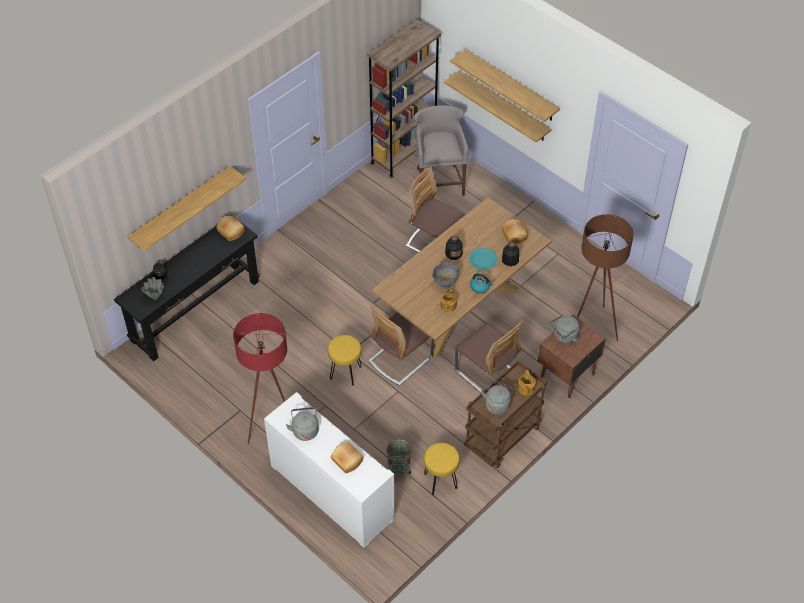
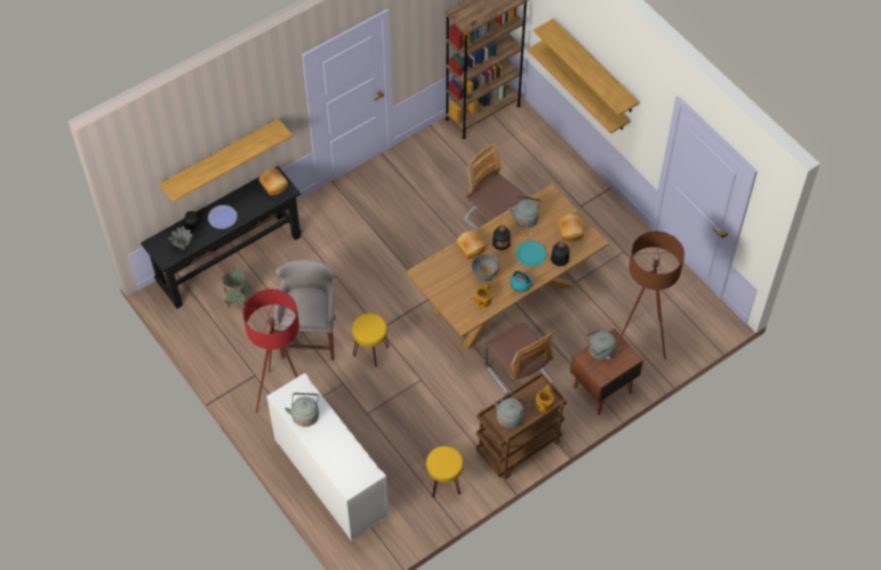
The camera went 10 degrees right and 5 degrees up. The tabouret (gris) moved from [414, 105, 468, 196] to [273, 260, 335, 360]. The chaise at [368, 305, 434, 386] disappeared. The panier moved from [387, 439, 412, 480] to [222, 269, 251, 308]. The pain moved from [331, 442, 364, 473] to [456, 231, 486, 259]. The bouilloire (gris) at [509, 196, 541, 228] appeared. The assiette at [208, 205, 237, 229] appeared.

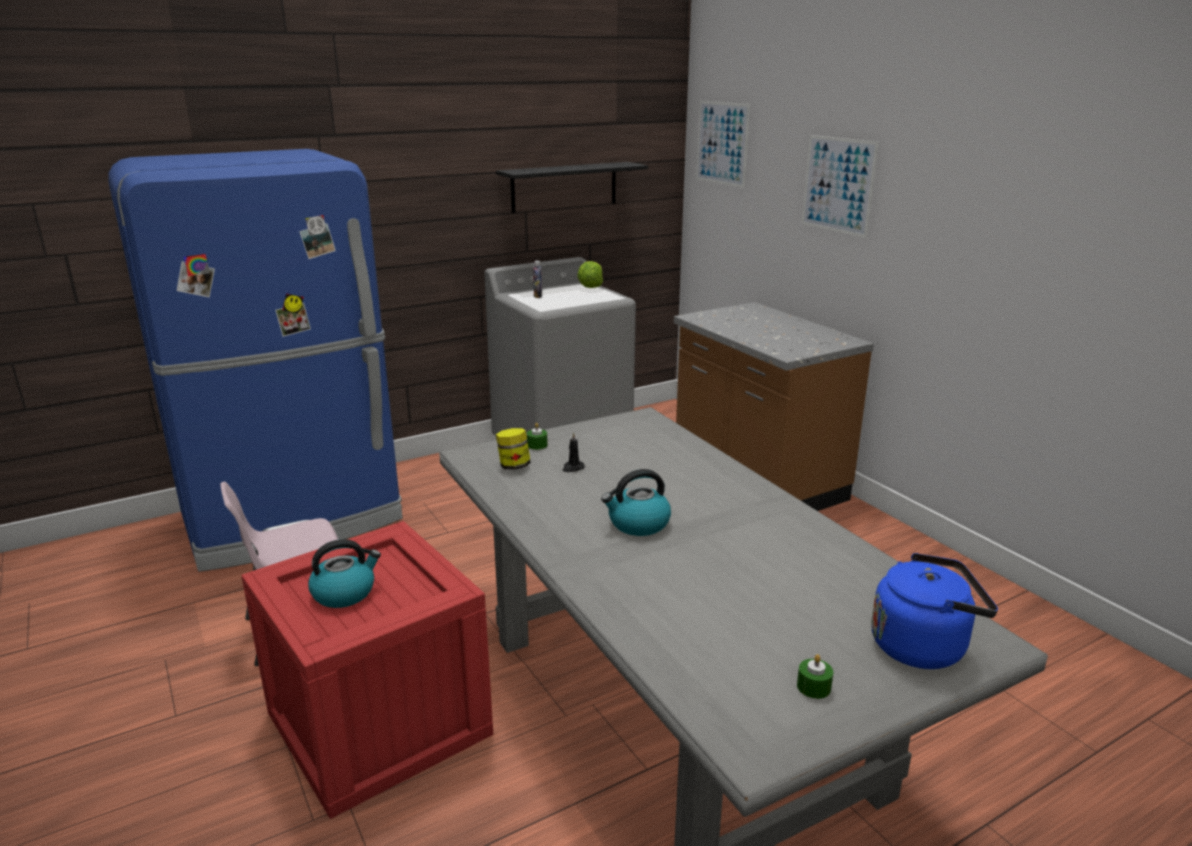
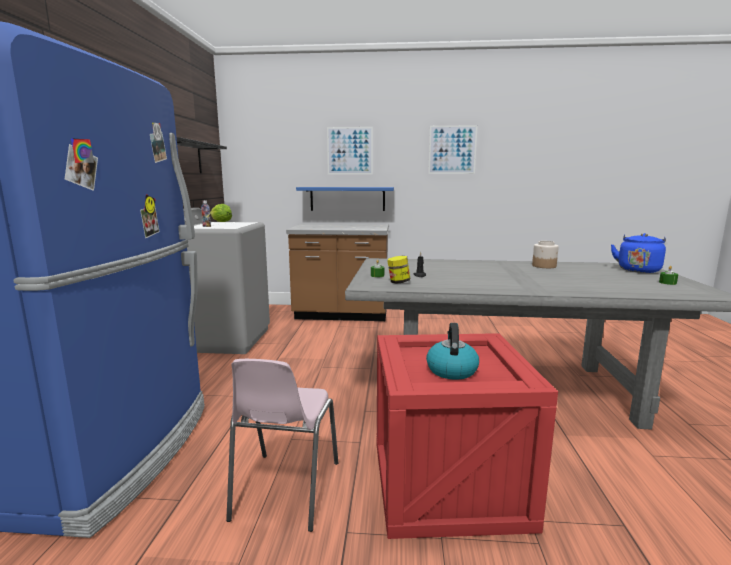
The camera went 55 degrees left and 10 degrees down. The tableau moved from [696, 101, 750, 188] to [428, 125, 478, 174]. The bouilloire at [601, 469, 671, 536] disappeared. The étagère (bleu) at [296, 187, 394, 211] appeared. The bocal at [532, 241, 559, 268] appeared.

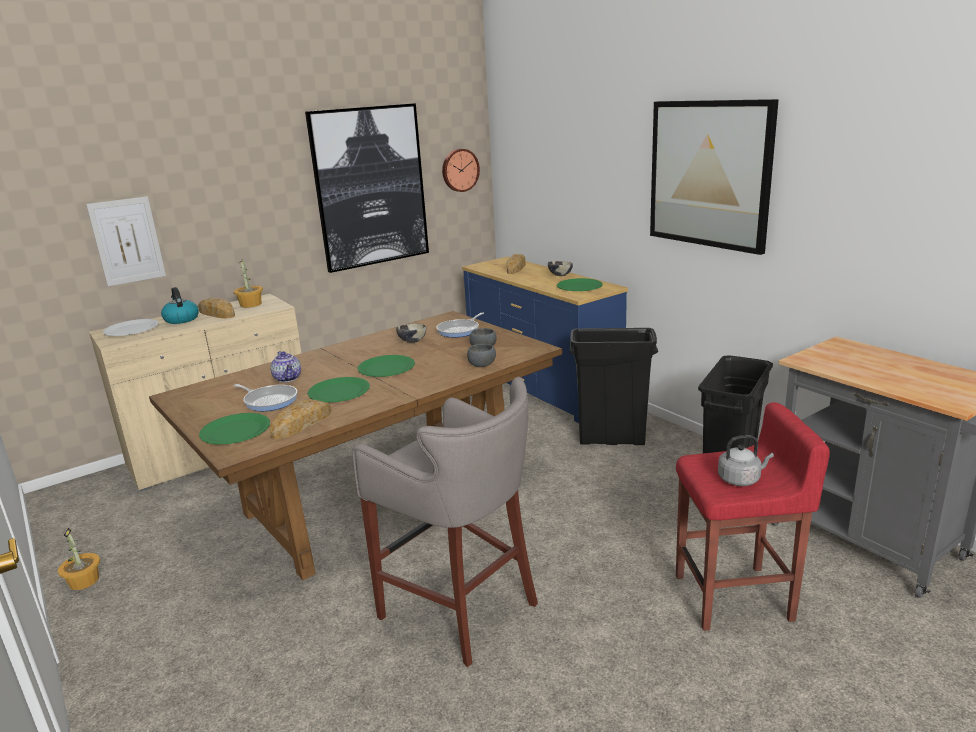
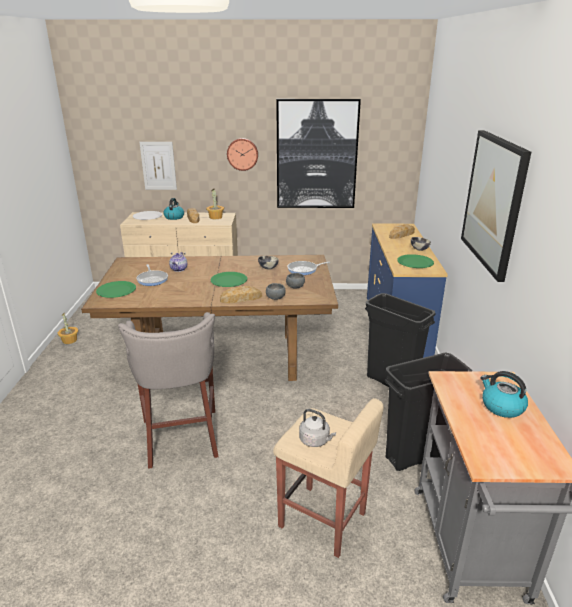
The camera went 35 degrees right and 5 degrees up. The horloge murale moved from [442, 149, 480, 192] to [227, 138, 258, 171]. The assiette (vert) at [308, 377, 370, 402] disappeared. The pain moved from [270, 399, 332, 440] to [220, 286, 262, 303]. The tabouret (rouge) at [676, 402, 830, 631] became the tabouret (beige) at [273, 398, 384, 558]. The bouilloire at [481, 371, 528, 418] appeared.

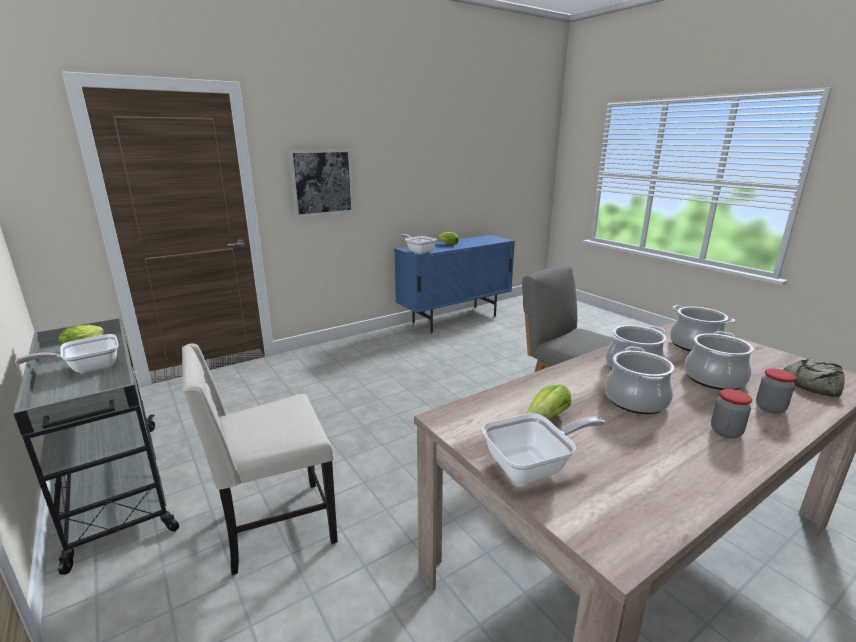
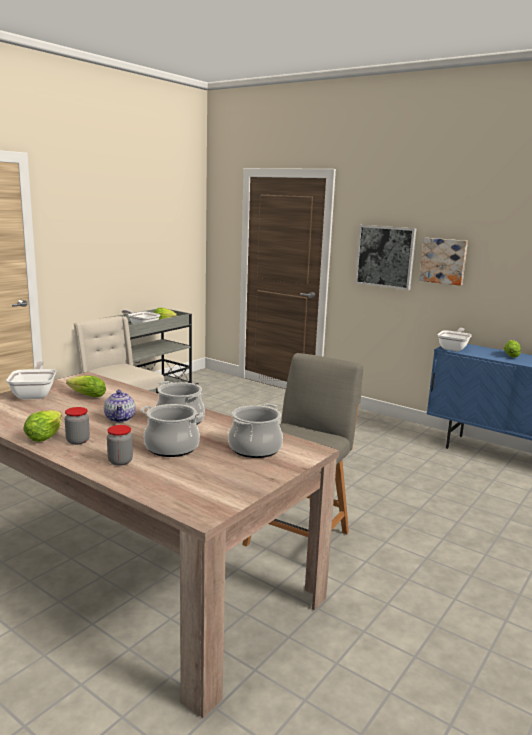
The camera went 70 degrees right and 5 degrees down. The marmite at [605, 347, 674, 414] was replaced by the théière at [104, 389, 136, 422]. The pain at [783, 358, 845, 397] disappeared. The poêle at [482, 413, 605, 484] turned 150 degrees counterclockwise. The tableau at [419, 238, 468, 286] appeared. The laitue at [24, 410, 62, 442] appeared.

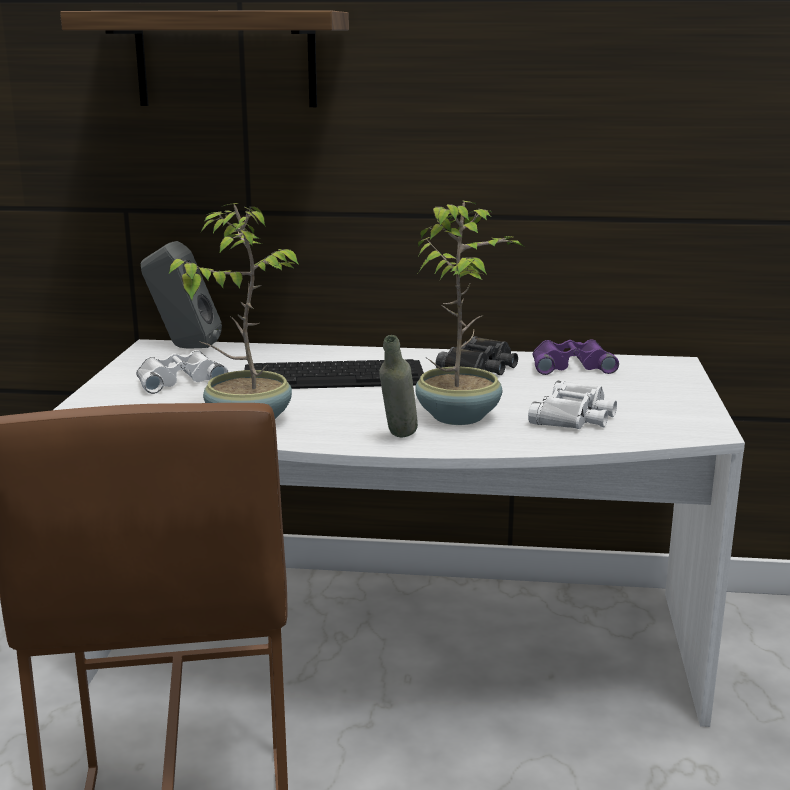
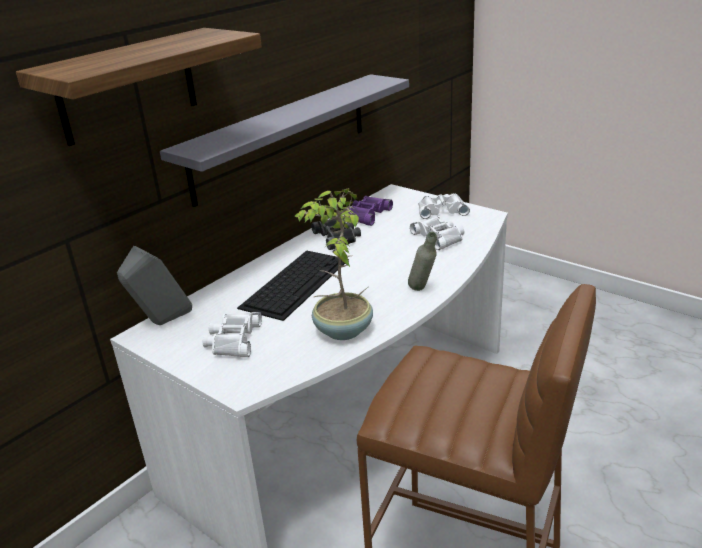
The camera went 55 degrees left and 10 degrees up. The plante en pot at [415, 200, 525, 425] disappeared. The étagère (gris) at [160, 74, 409, 207] appeared. The jumelles (blanc) at [418, 193, 470, 219] appeared.

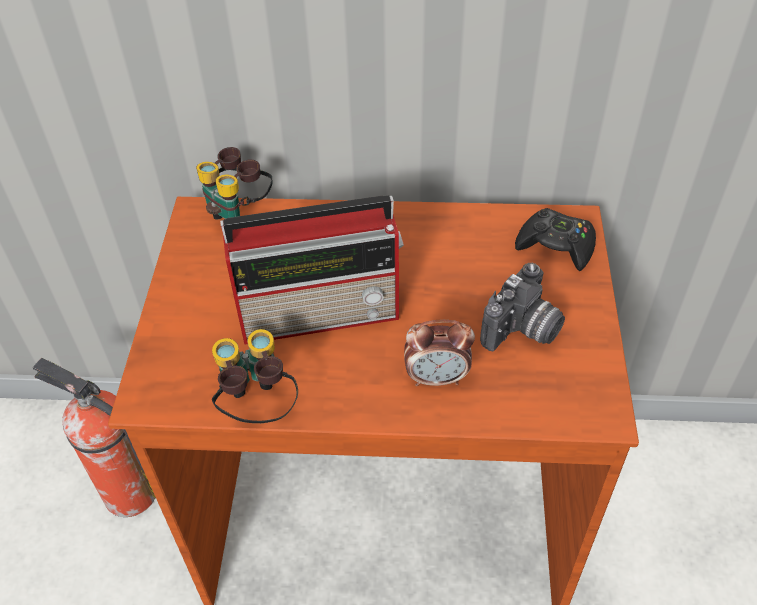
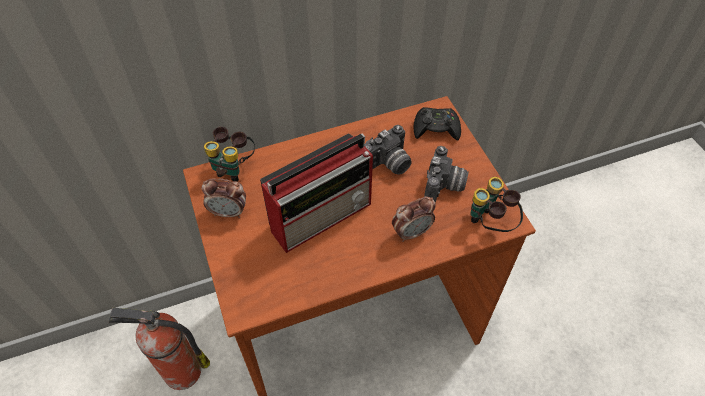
The camera went 25 degrees left and 5 degrees up. The jumelles moved from [212, 329, 298, 423] to [470, 177, 523, 232]. The appareil photo at [364, 125, 412, 175] appeared. The réveil at [202, 178, 246, 218] appeared.

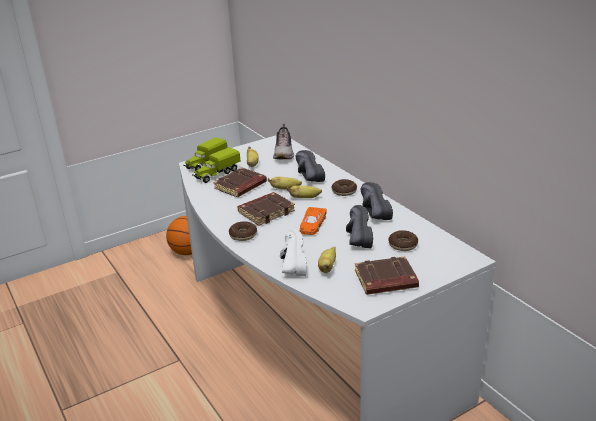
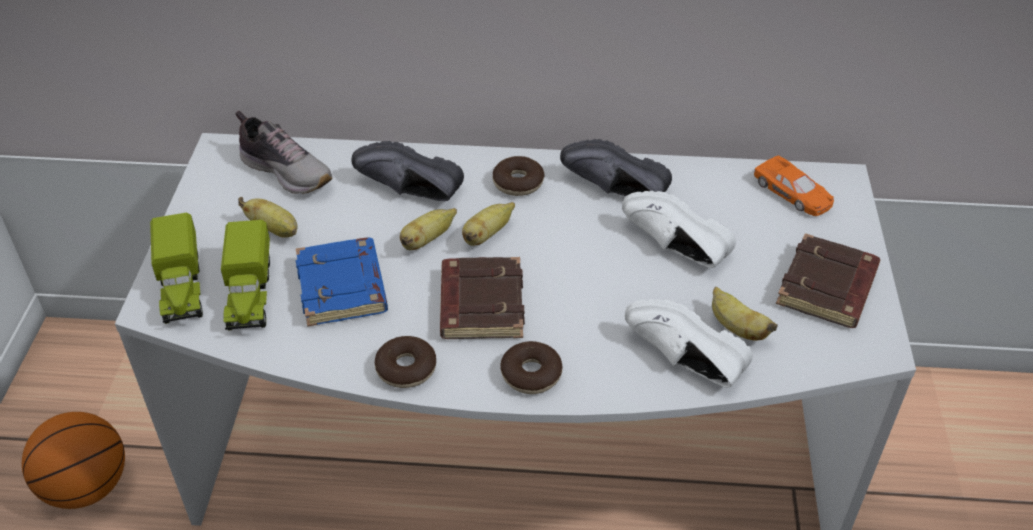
The camera went 55 degrees left and 15 degrees up. The livre (marron) at [213, 167, 267, 197] became the livre (bleu) at [296, 238, 388, 327]. The chaussure (noir) at [346, 205, 373, 248] became the chaussure (blanc) at [622, 191, 736, 268]. The petite voiture (orange) moved from [300, 207, 327, 235] to [754, 155, 834, 216]. The beignet moved from [388, 230, 418, 251] to [375, 336, 436, 388].

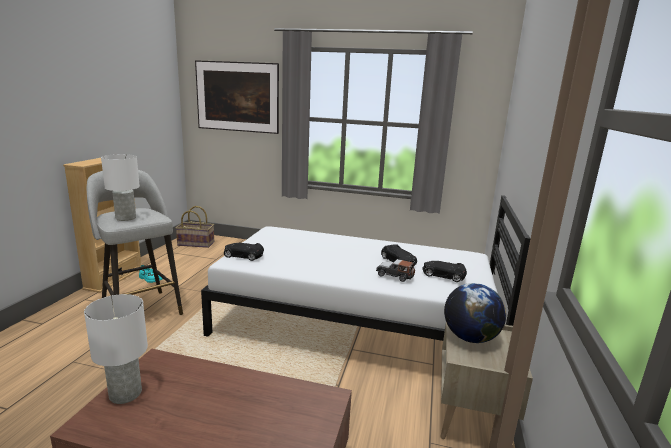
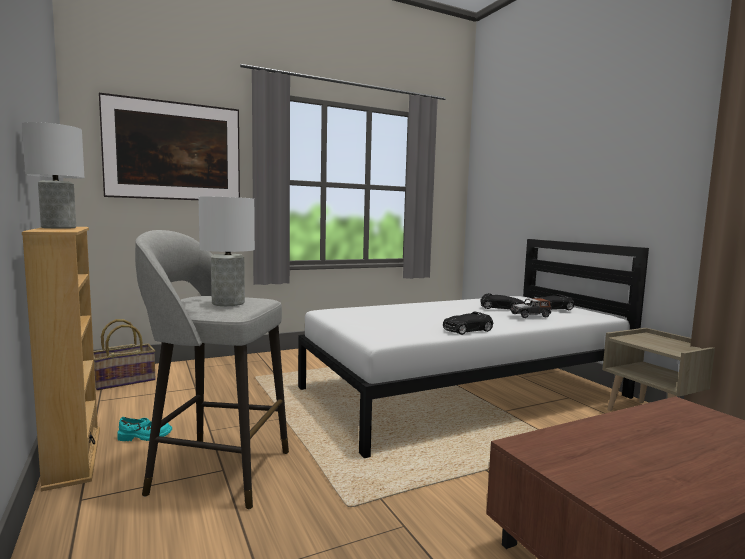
The camera went 40 degrees left and 10 degrees down. The petite voiture (noir) moved from [224, 243, 264, 261] to [443, 312, 493, 335]. The globe at [444, 283, 506, 343] disappeared. The lampe de table (blanc) moved from [84, 294, 148, 404] to [22, 122, 85, 228].

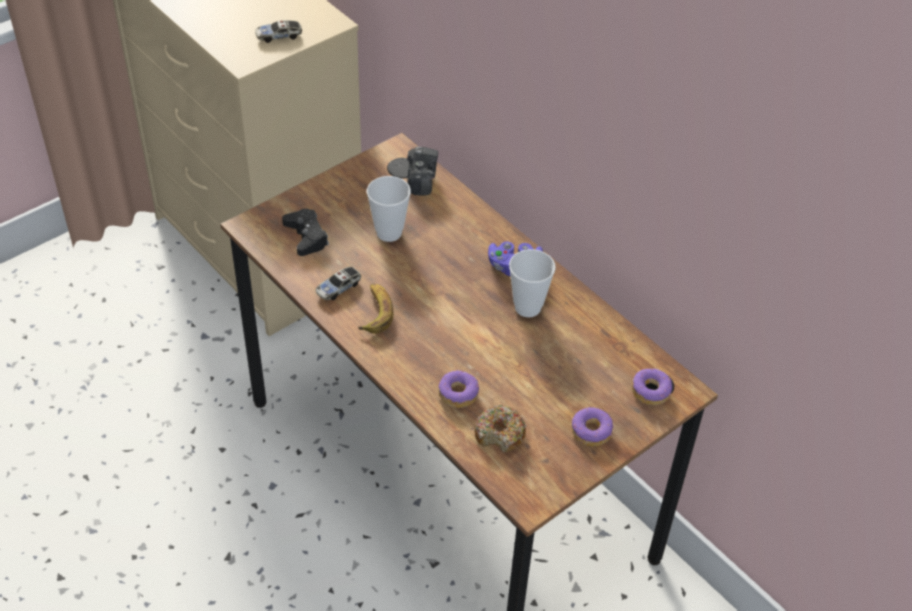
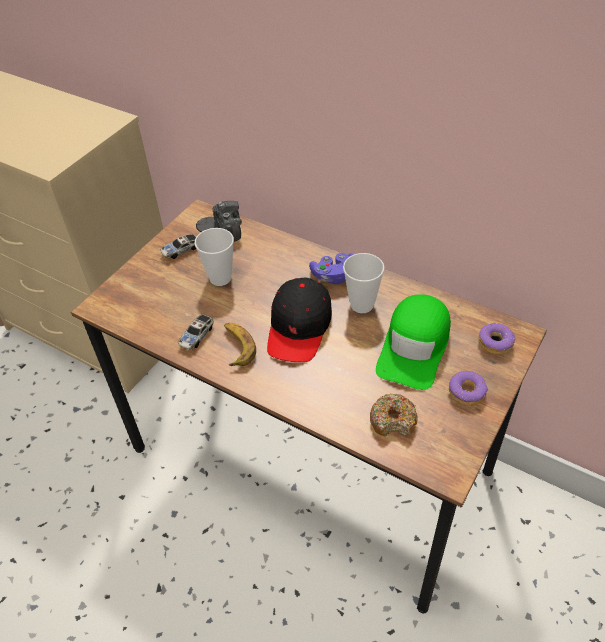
The camera went 15 degrees left and 0 degrees up. The petite voiture moved from [255, 20, 302, 43] to [160, 234, 196, 259]. The manette (noir) at [282, 209, 329, 256] disappeared. The beignet at [439, 371, 479, 408] disappeared. The casquette (noir) at [267, 277, 332, 362] appeared. The casquette (vert) at [376, 294, 451, 390] appeared.

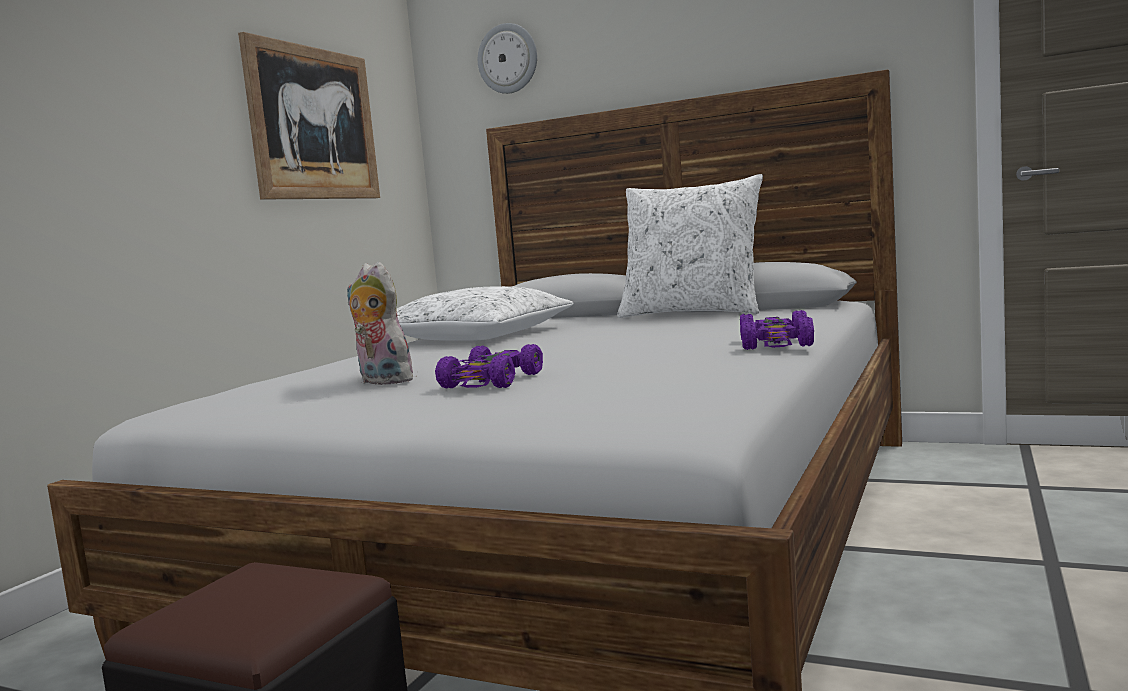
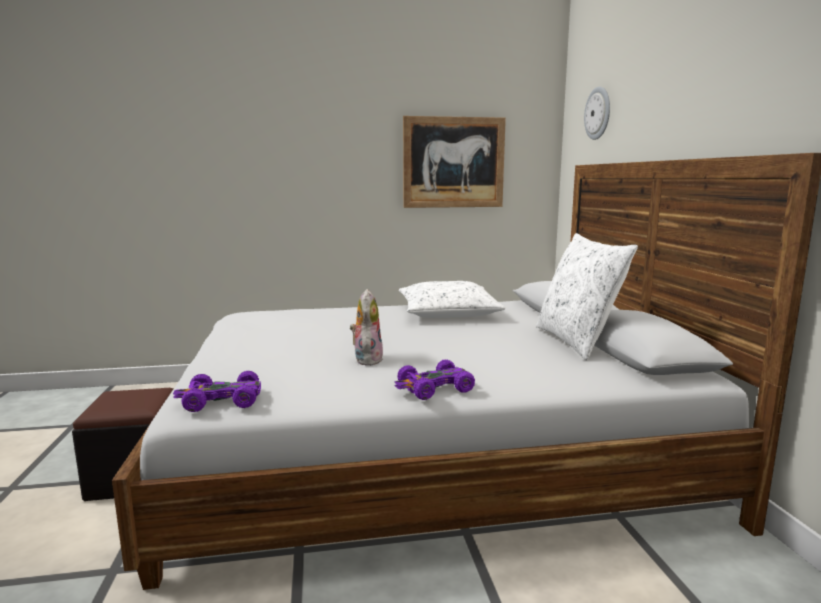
The camera went 55 degrees right and 5 degrees up. The peluche moved from [347, 262, 420, 385] to [350, 289, 383, 366]. The petite voiture (violet) moved from [435, 344, 543, 389] to [173, 371, 261, 412].

